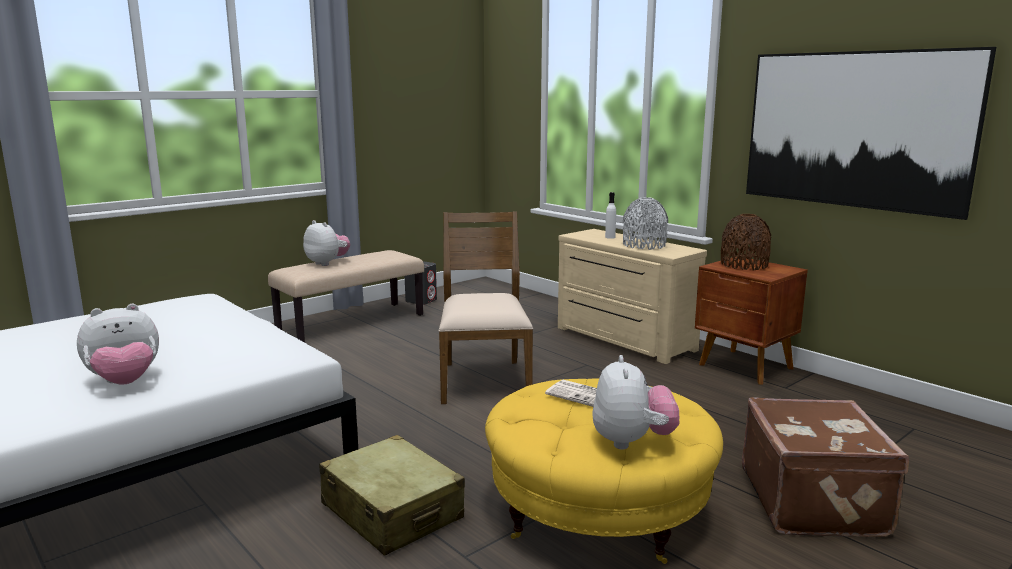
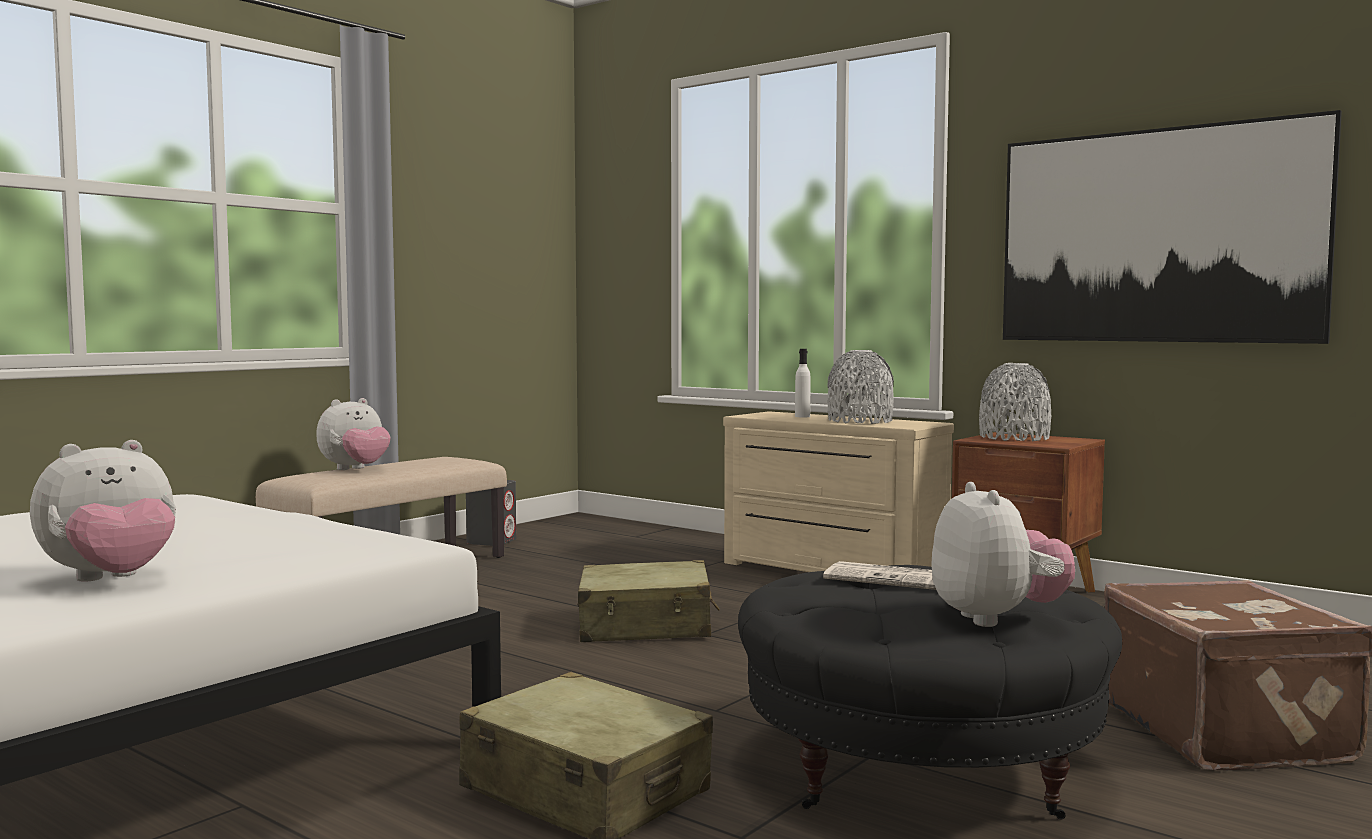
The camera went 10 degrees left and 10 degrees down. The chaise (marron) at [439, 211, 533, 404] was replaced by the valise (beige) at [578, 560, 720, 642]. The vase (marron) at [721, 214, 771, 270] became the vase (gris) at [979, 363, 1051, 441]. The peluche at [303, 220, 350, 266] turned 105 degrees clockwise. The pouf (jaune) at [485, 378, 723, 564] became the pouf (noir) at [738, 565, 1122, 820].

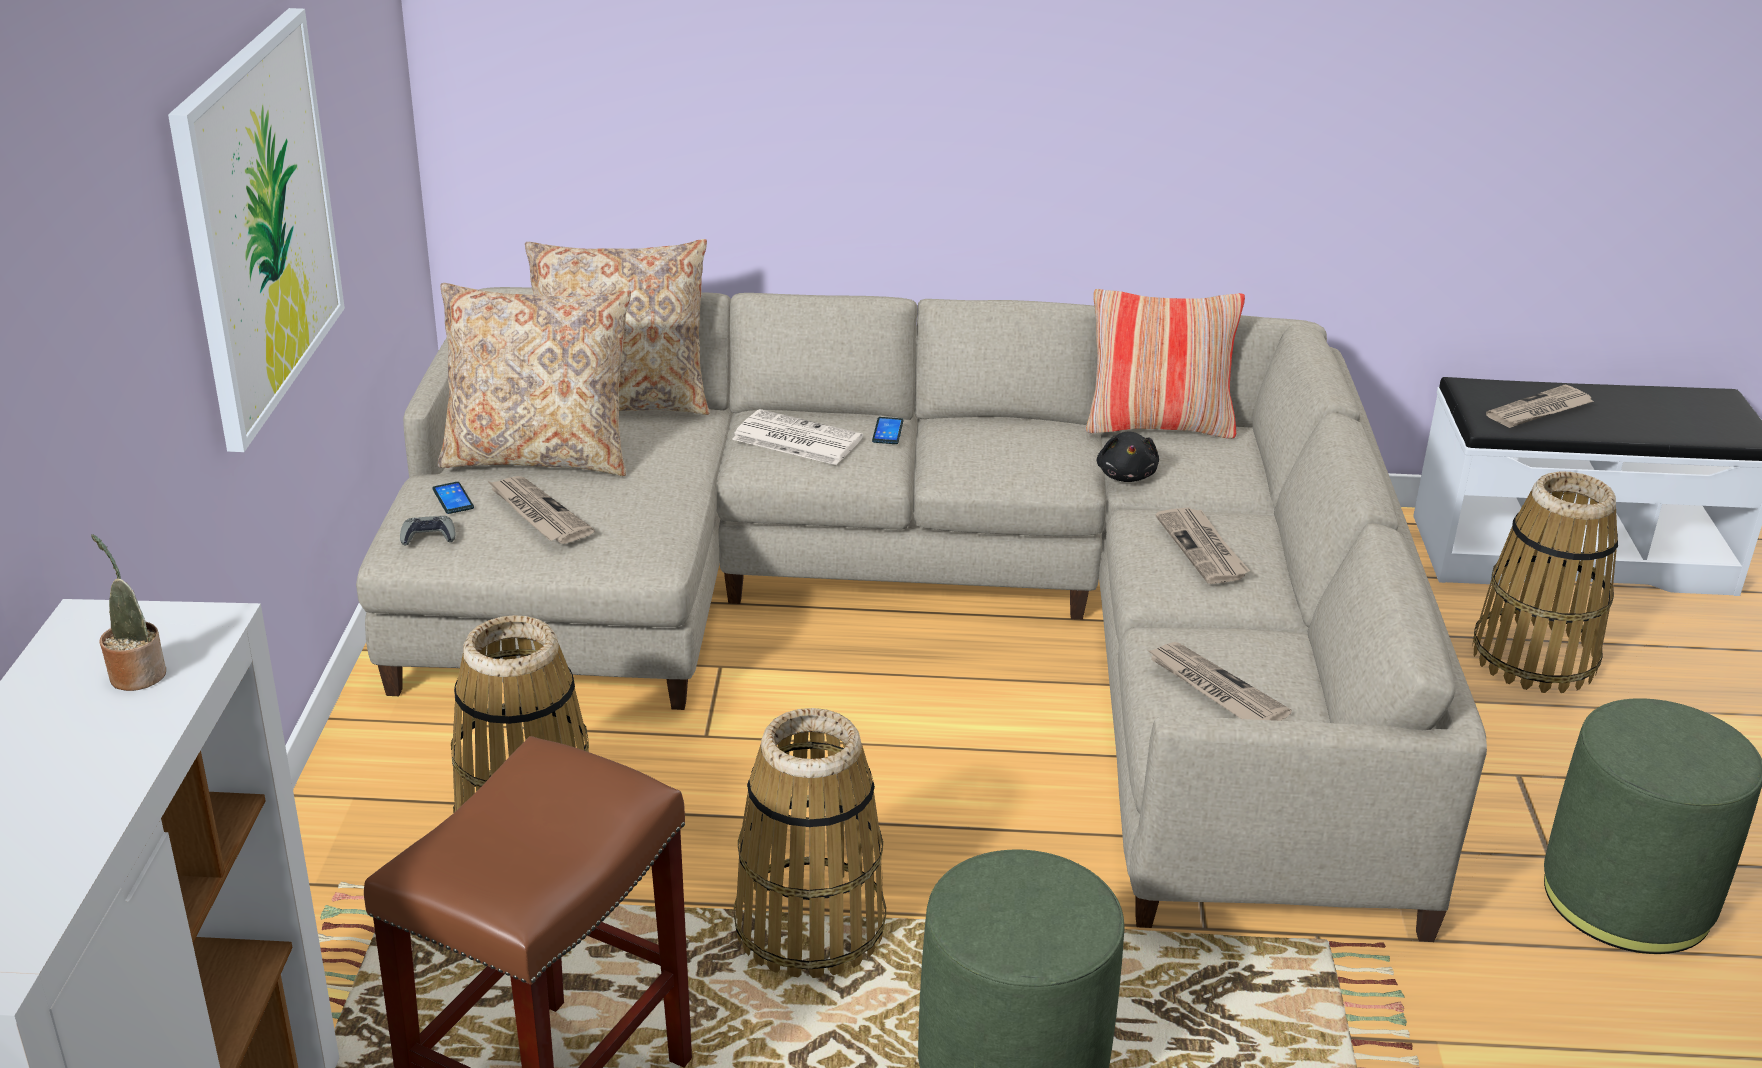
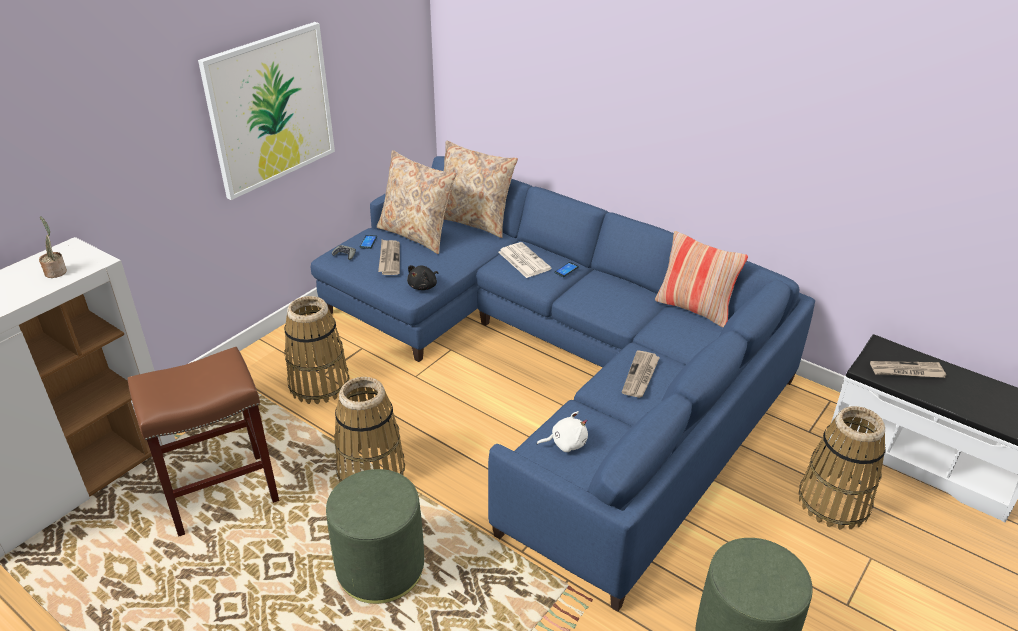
The camera went 35 degrees right and 5 degrees up. The canapé (beige) at [356, 287, 1487, 942] became the canapé (bleu) at [311, 156, 815, 612]. The peluche (noir) moved from [1097, 431, 1159, 482] to [407, 265, 438, 290]. The journal at [1147, 642, 1292, 721] was replaced by the peluche (blanc) at [537, 411, 588, 452].

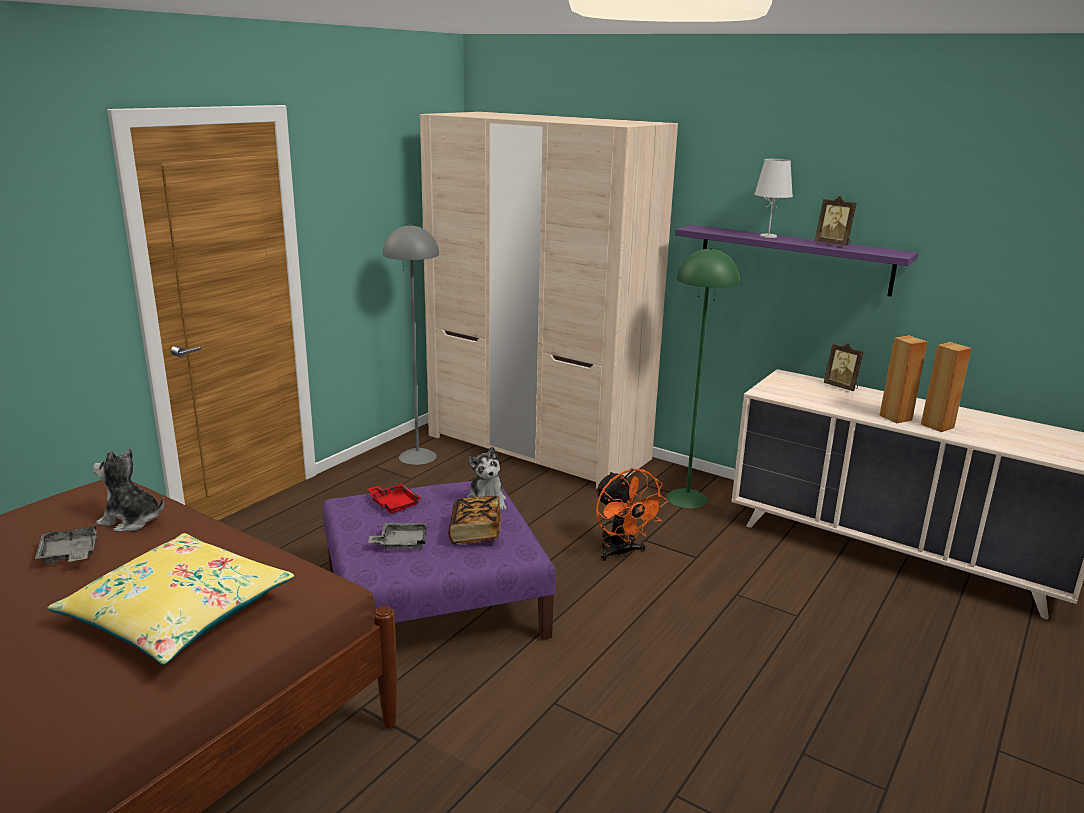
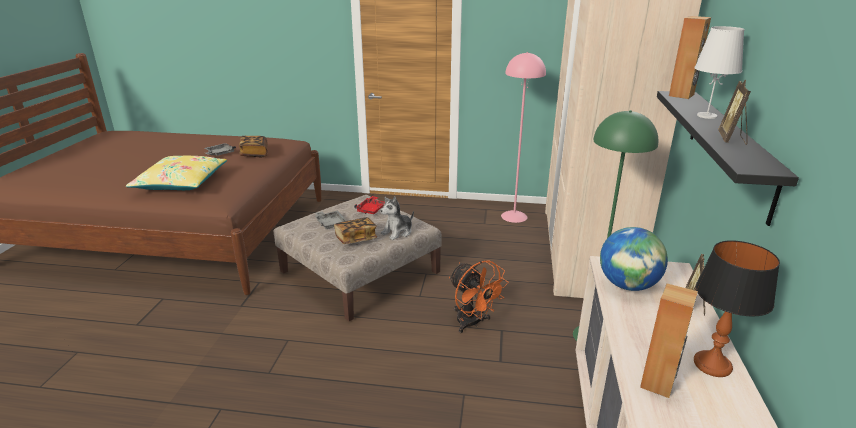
The camera went 65 degrees right and 5 degrees up. The lampadaire (gris) at [383, 224, 439, 465] became the lampadaire (rose) at [501, 52, 546, 223]. The étagère (violet) at [675, 225, 918, 296] became the étagère (noir) at [657, 91, 799, 226]. The enceinte (marron) moved from [879, 335, 927, 423] to [669, 16, 711, 99]. The peluche at [93, 448, 164, 532] was replaced by the livre at [239, 136, 268, 157]. The ventilateur (orange) at [596, 468, 668, 561] turned 75 degrees counterclockwise. The pouf (violet) at [323, 481, 556, 640] became the pouf (beige) at [274, 195, 442, 321]. The globe at [600, 227, 668, 291] appeared. The lampe de table at [694, 240, 780, 377] appeared.

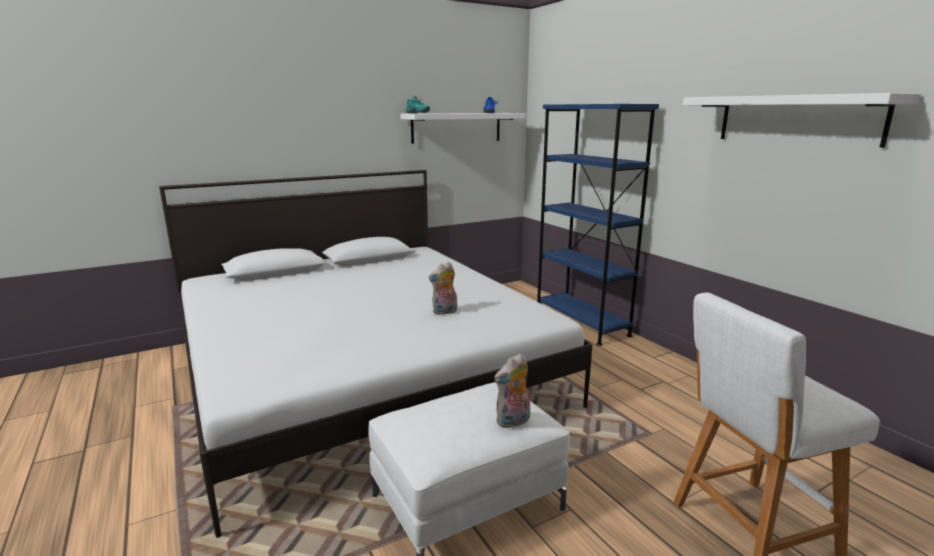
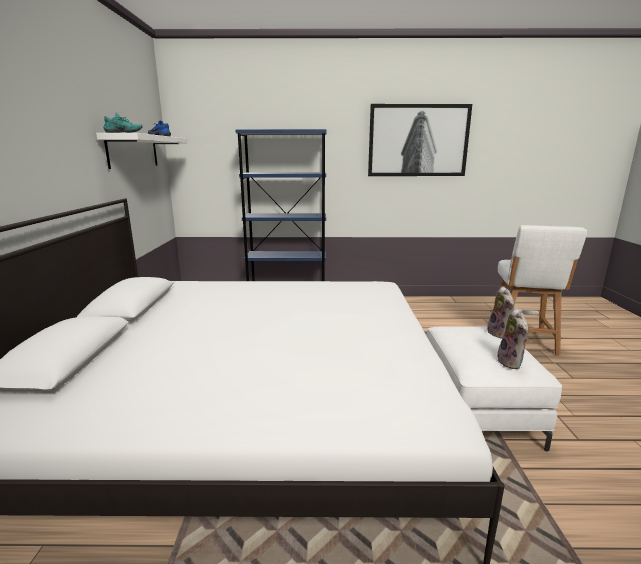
The camera went 60 degrees left and 0 degrees up. The étagère (blanc) at [683, 93, 921, 148] was replaced by the tableau at [368, 104, 472, 176]. The peluche moved from [429, 262, 457, 315] to [497, 308, 529, 369].

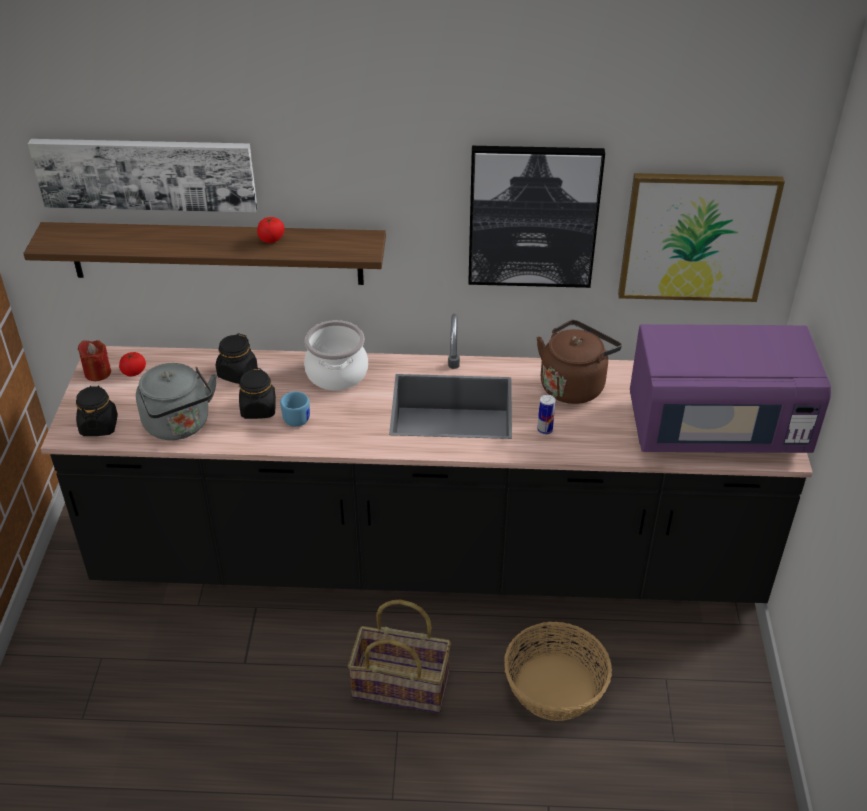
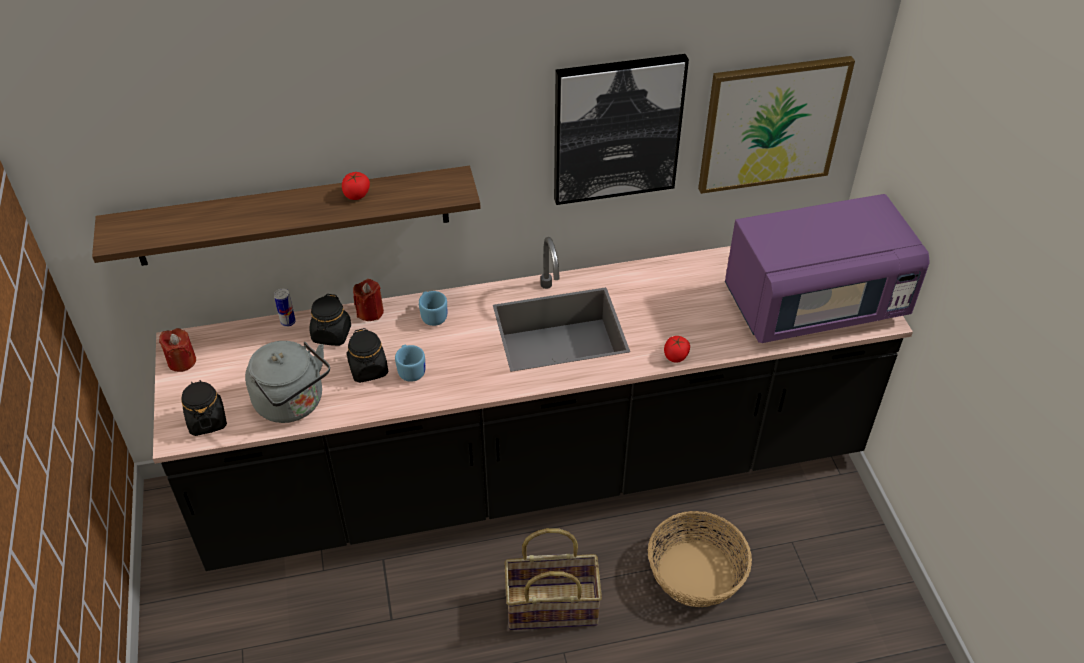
The camera went 15 degrees left and 5 degrees up. The tableau at [28, 139, 257, 213] disappeared. The marmite at [304, 320, 368, 390] was replaced by the mug (bleu) at [419, 291, 447, 326]. The bouilloire (marron) at [537, 320, 622, 404] disappeared. The tomate moved from [119, 352, 146, 376] to [664, 336, 690, 363]. The boîte métallique moved from [537, 395, 555, 435] to [274, 289, 296, 327]. The bougie (rouge) at [353, 279, 384, 321] appeared.

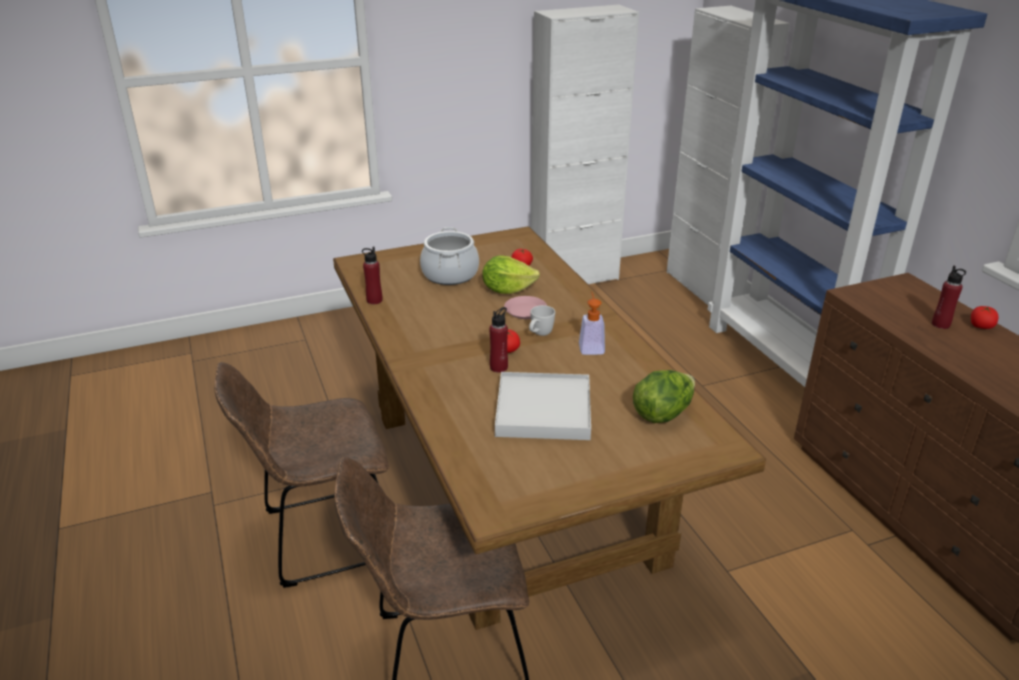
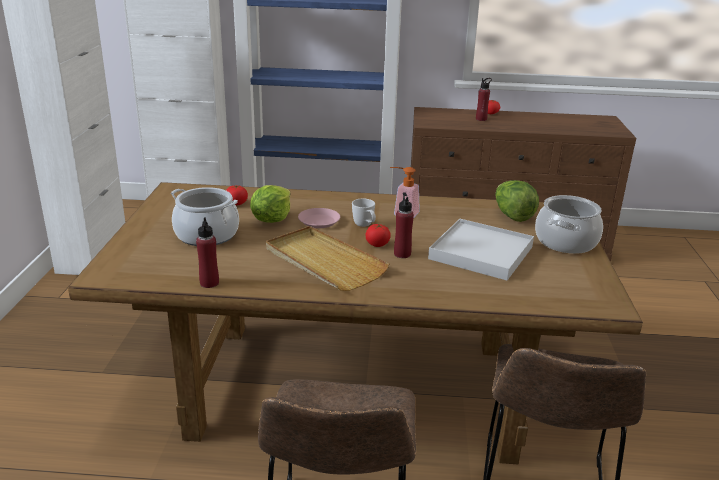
The camera went 65 degrees left and 5 degrees down. The marmite at [535, 195, 603, 254] appeared. The plateau (beige) at [266, 226, 389, 291] appeared.

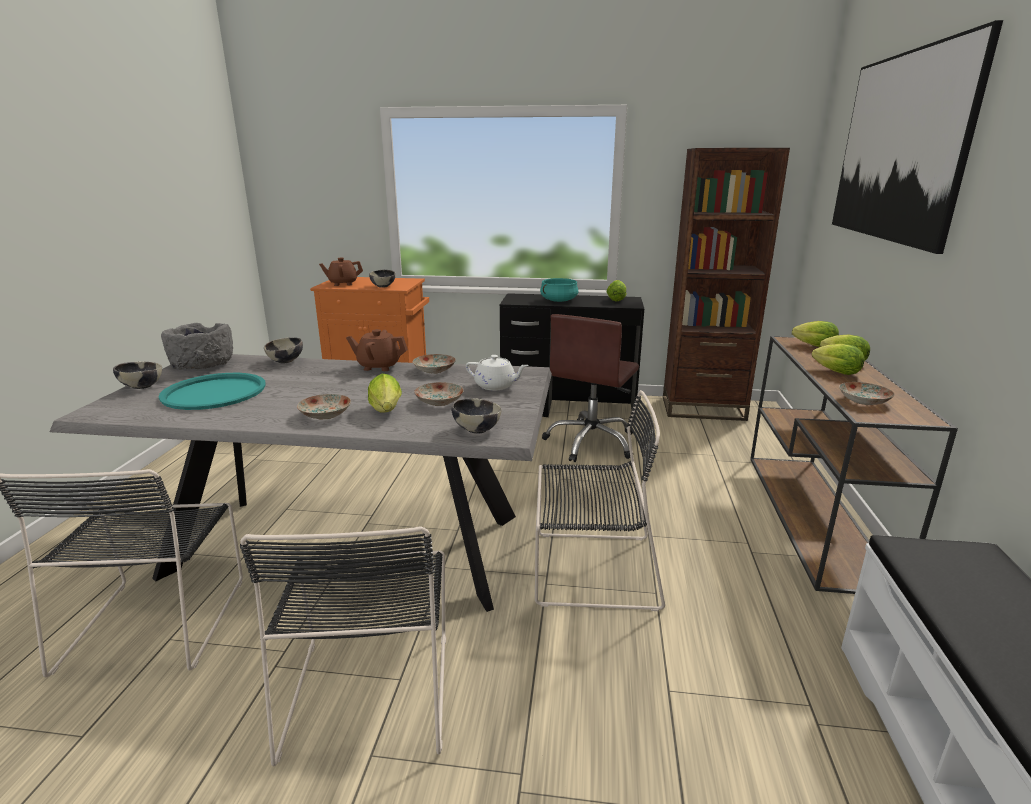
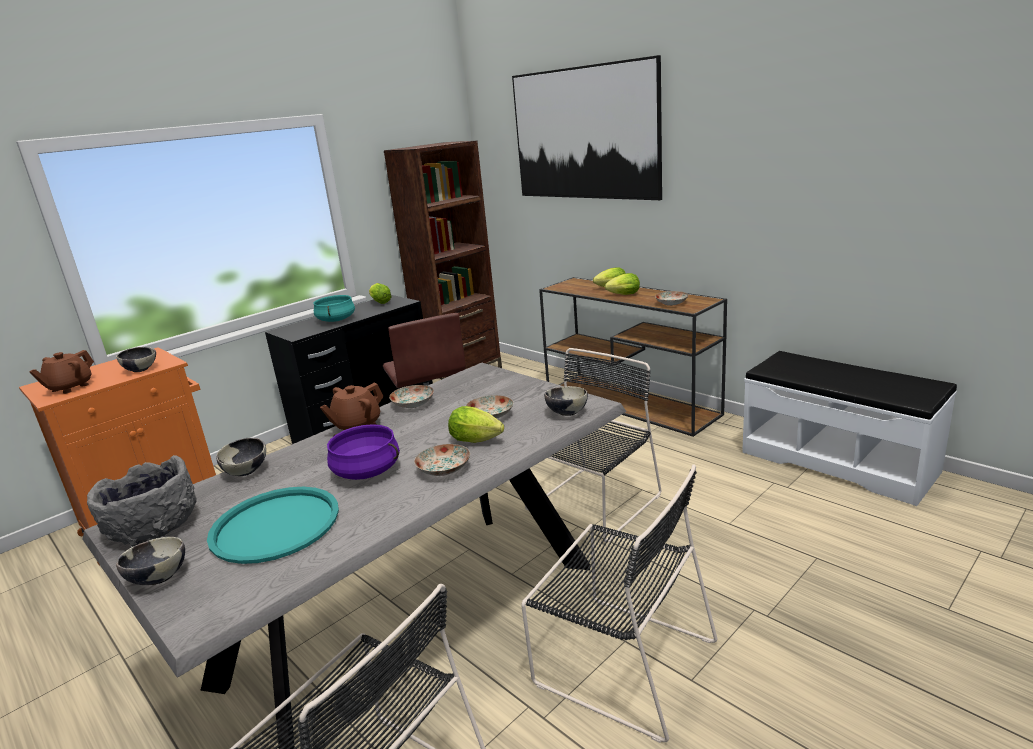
The camera went 50 degrees left and 0 degrees up. The laitue at [792, 321, 839, 347] disappeared. The théière (blanc) at [466, 355, 529, 390] disappeared. The marmite (violet) at [327, 424, 400, 480] appeared.

